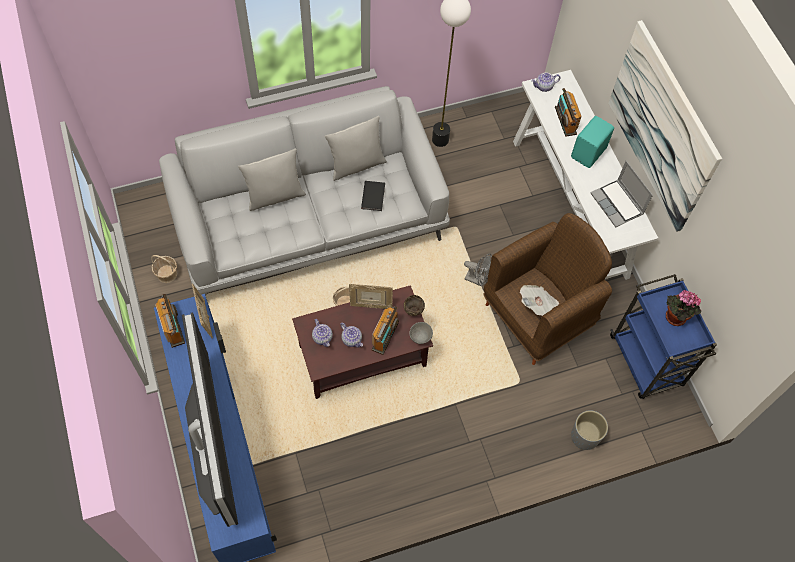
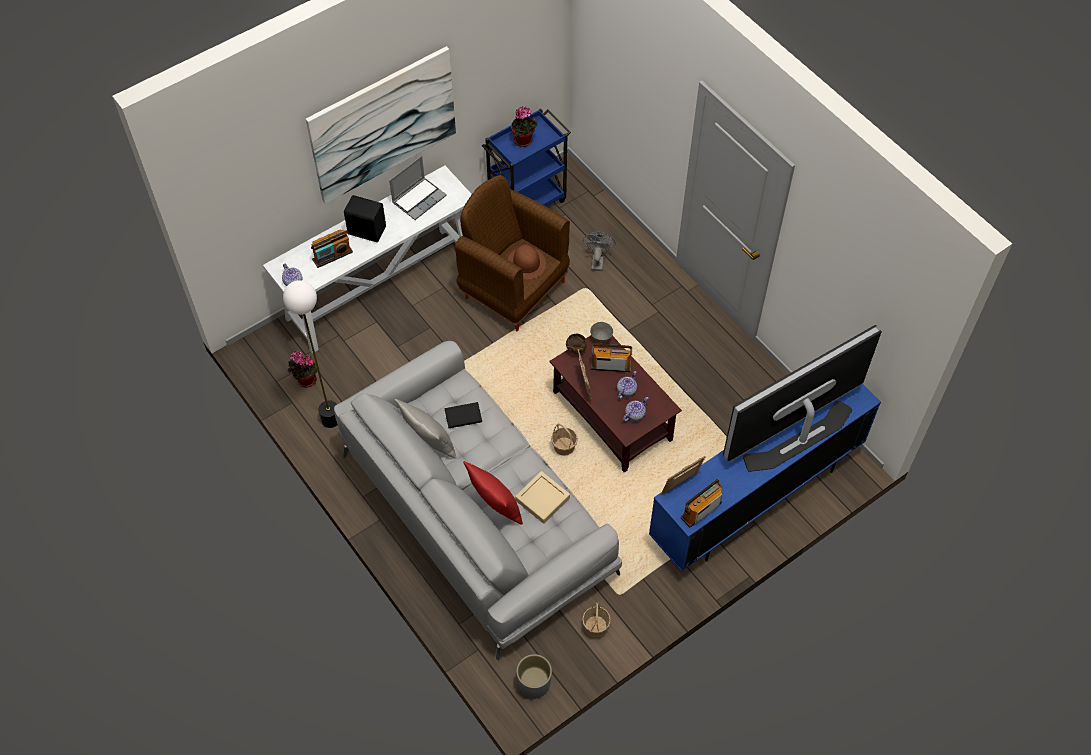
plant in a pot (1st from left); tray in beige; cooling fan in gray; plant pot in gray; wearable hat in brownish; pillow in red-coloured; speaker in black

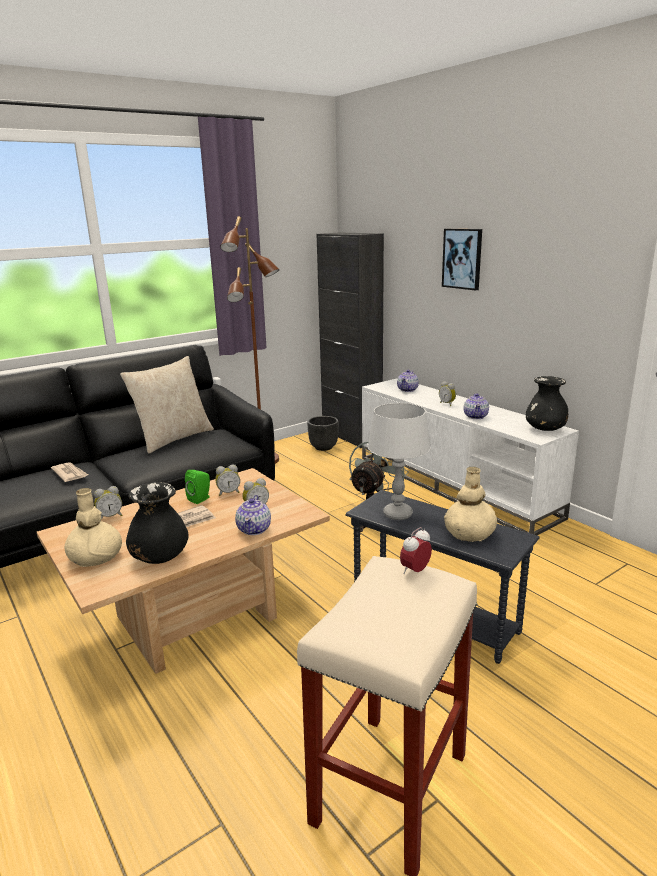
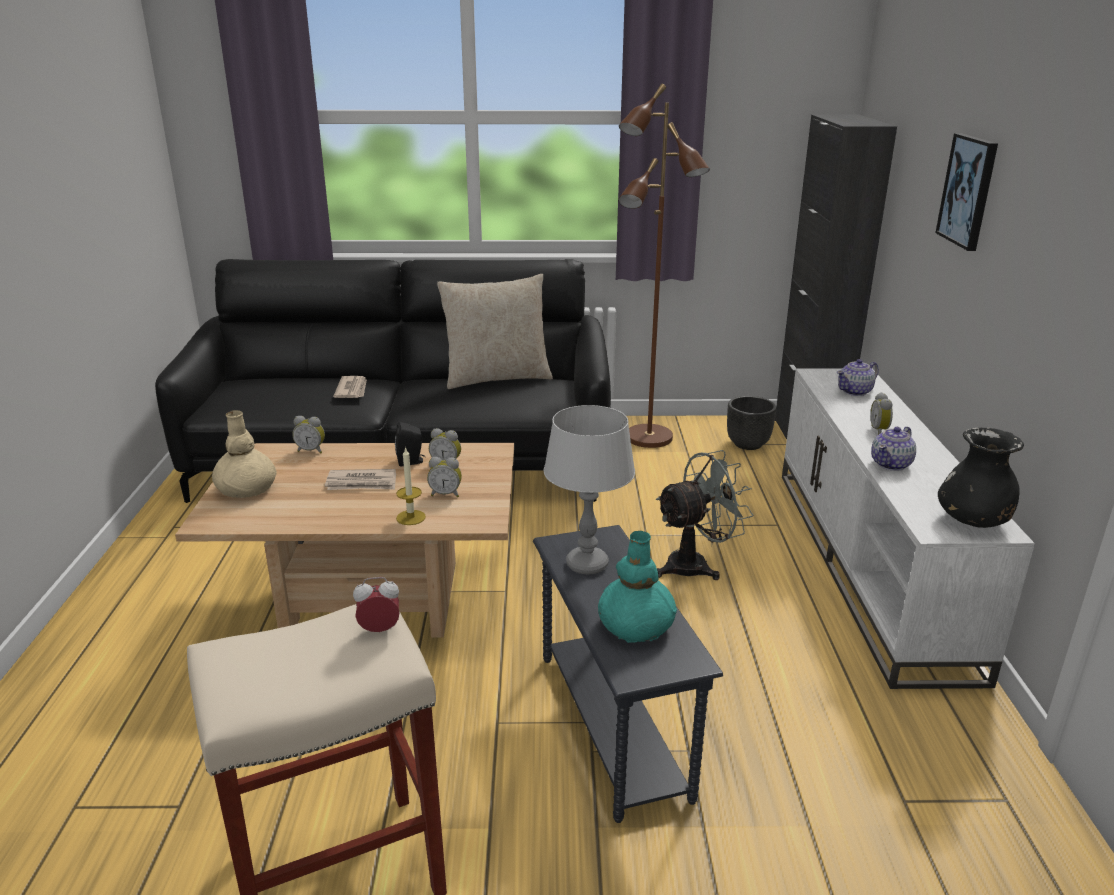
vase in black (1st from left in the first image); wax candle; speaker in black; vase in turquoise-coloured

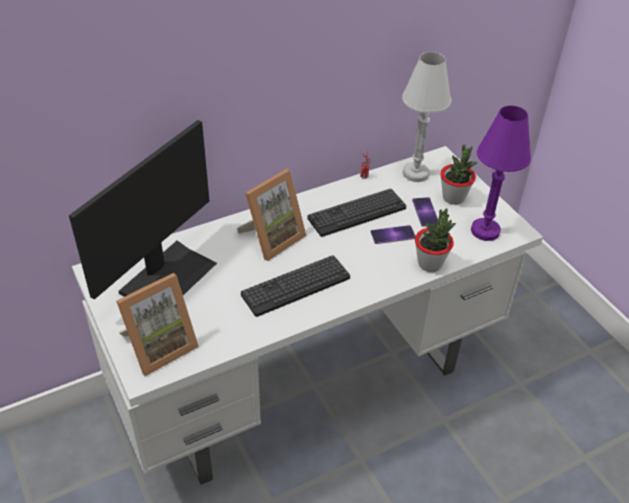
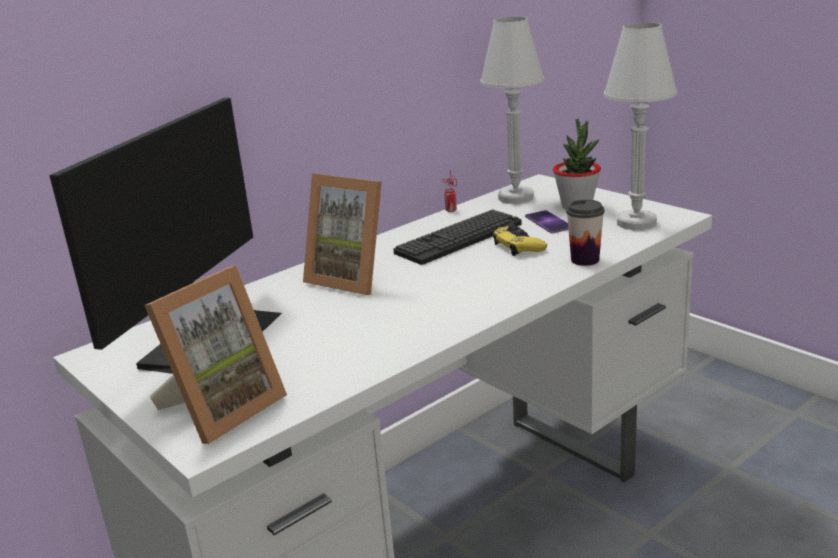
computer keyboard (1st from left in the first image); joypad in yellow-coloured; drinking cup; lamp for a table in white-coloured (2nd from left); picture frame (2nd from left)

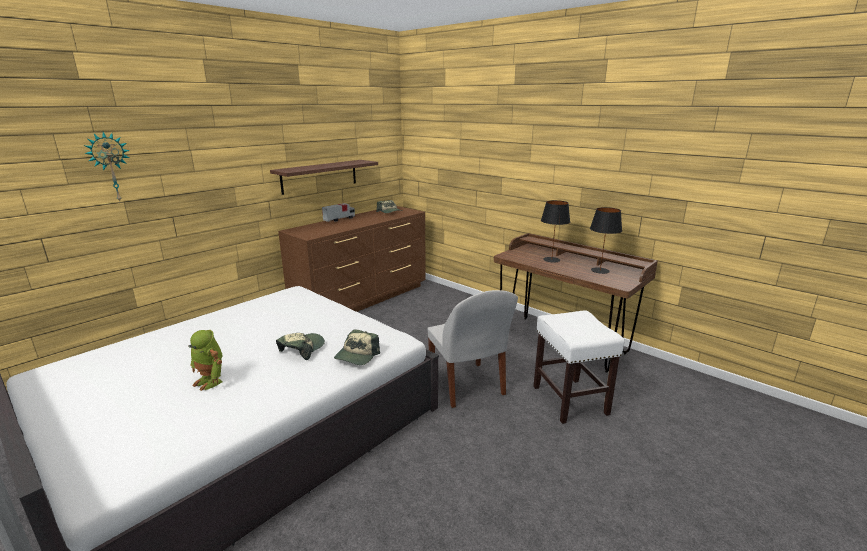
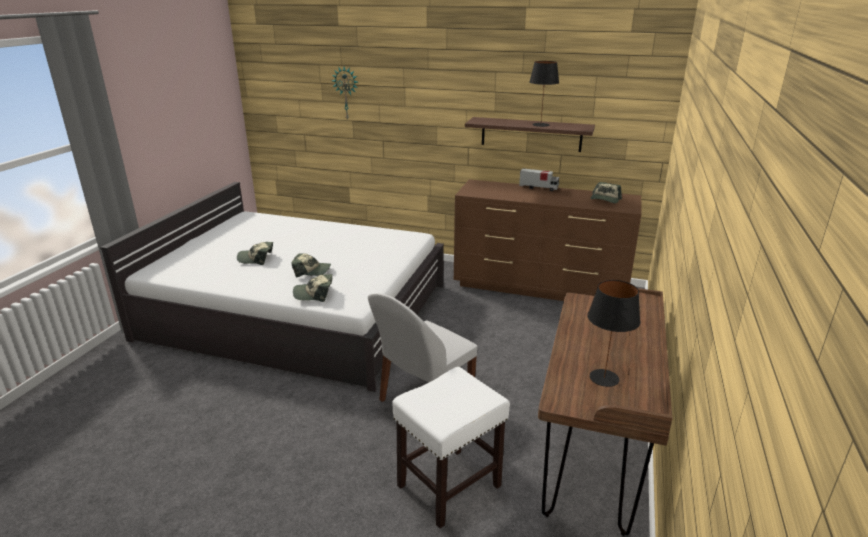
lamp for a table in black (1st from left); cap (1st from left)

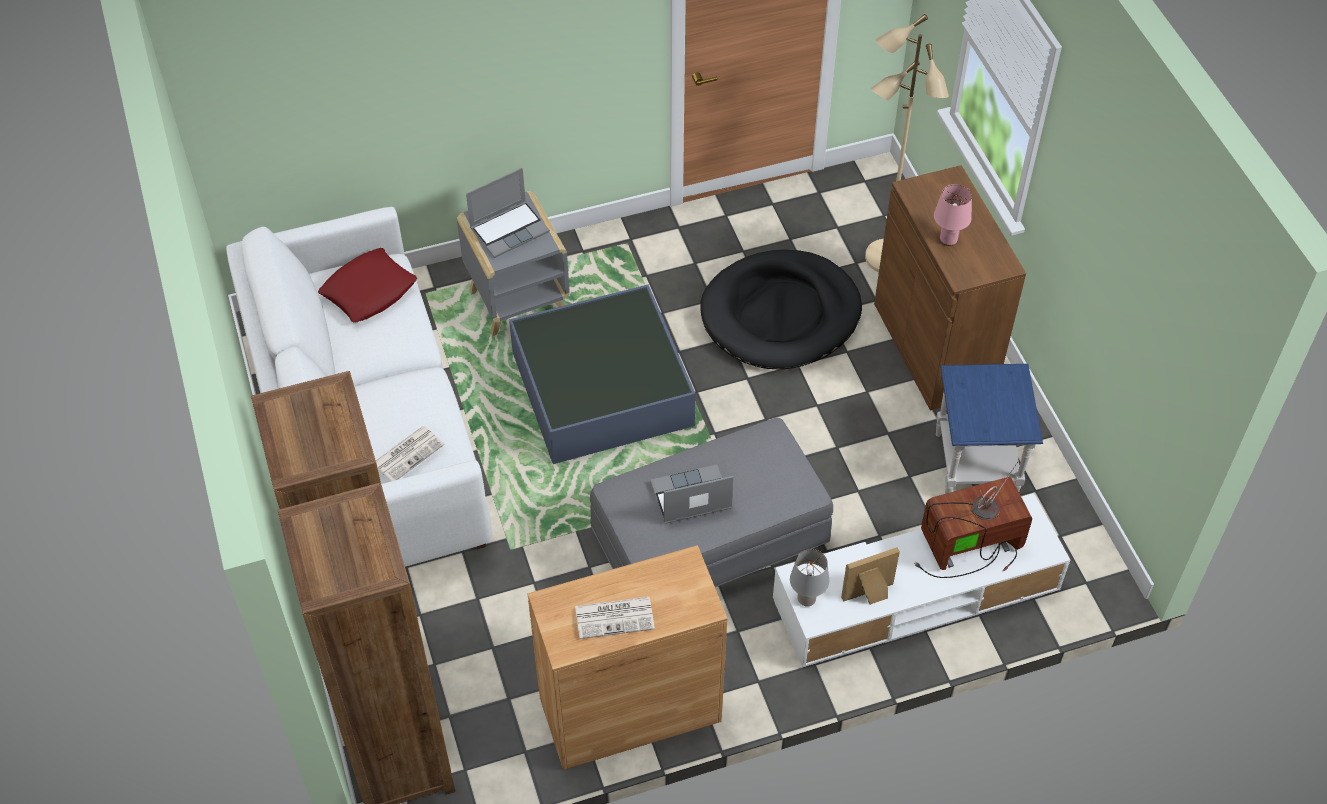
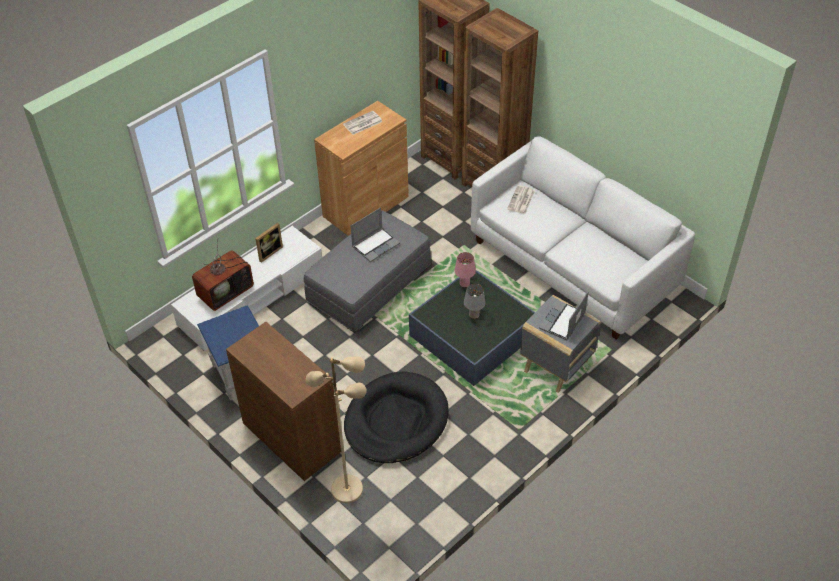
pillow in red-coloured; lamp for a table in gray; lamp for a table in pinkish

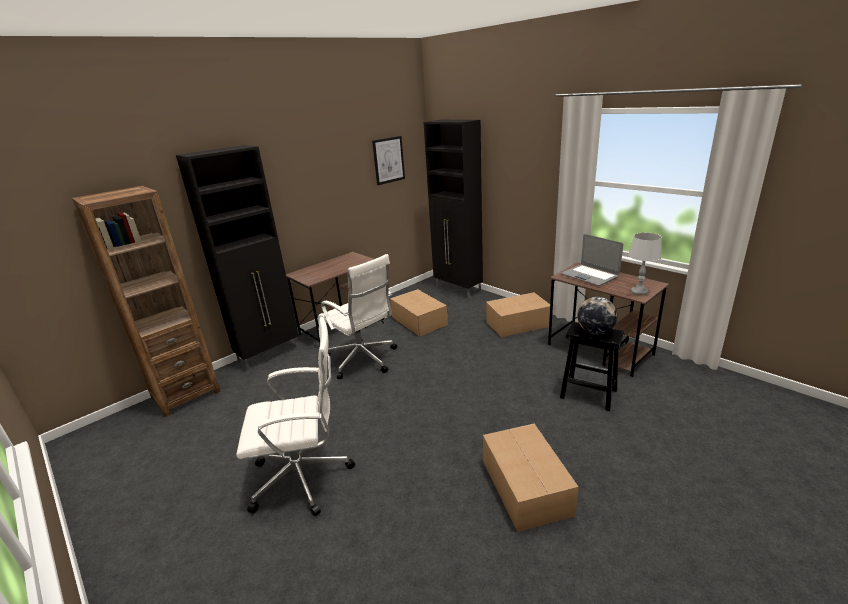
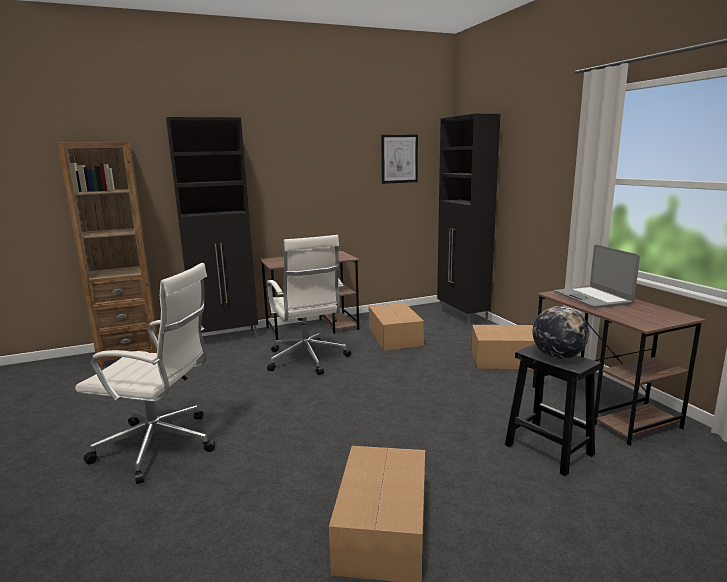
lamp for a table in gray

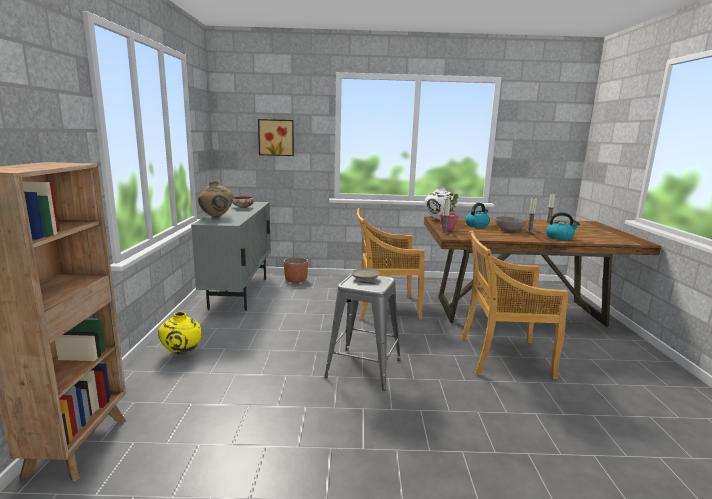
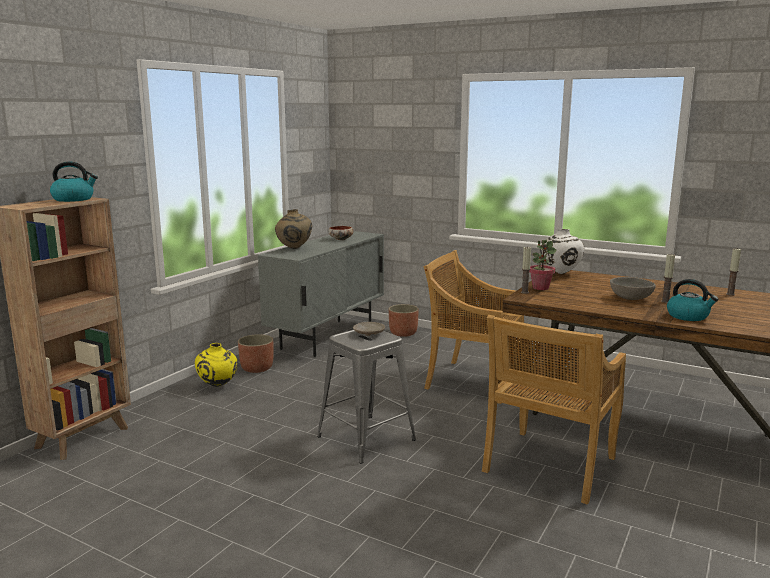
wall picture; plant pot (1st from left); water kettle (1st from left); upright chair in beige (2nd from left)

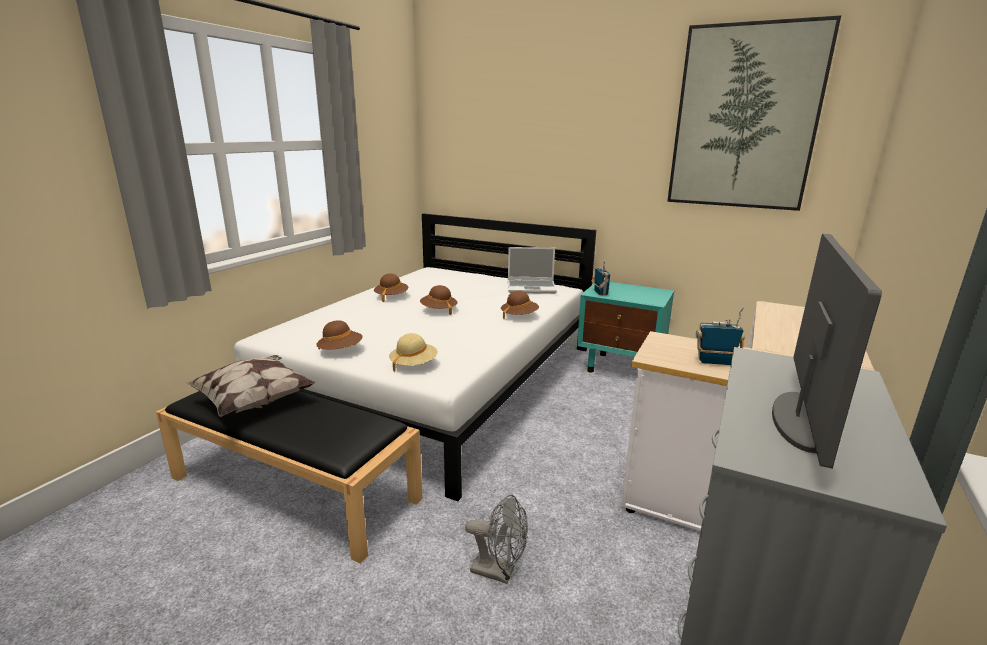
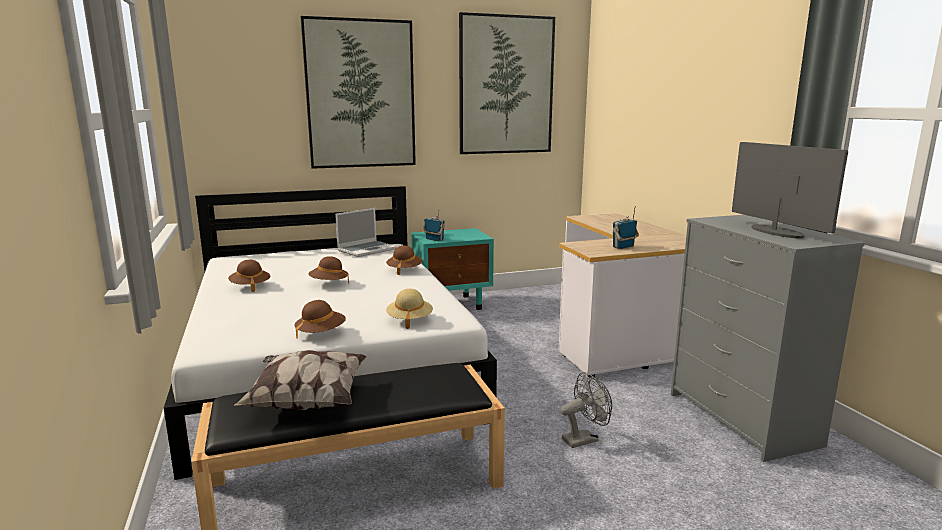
wall picture (1st from left)

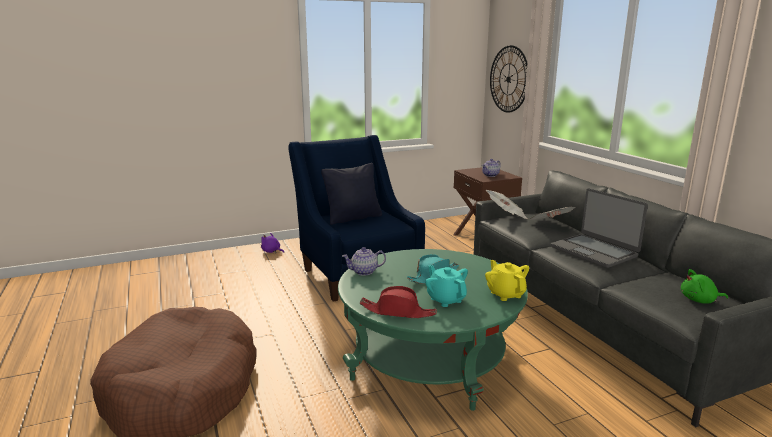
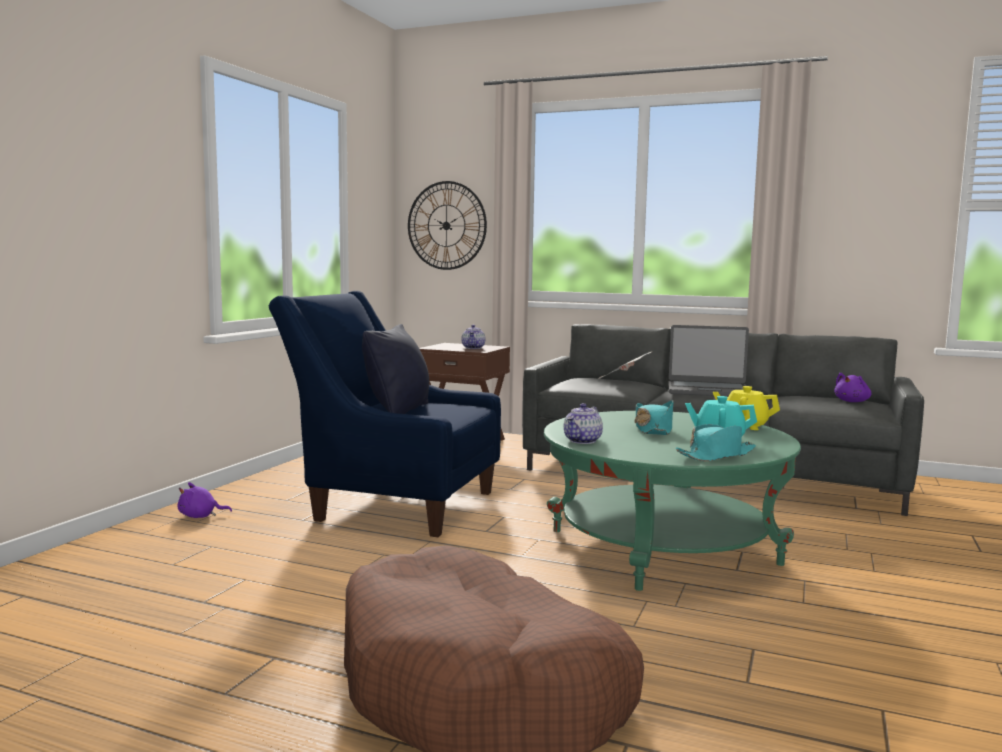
daily paper (1st from left in the first image); wearable hat in turquoise-coloured (2nd from left); cuddly toy in purple (2nd from left)

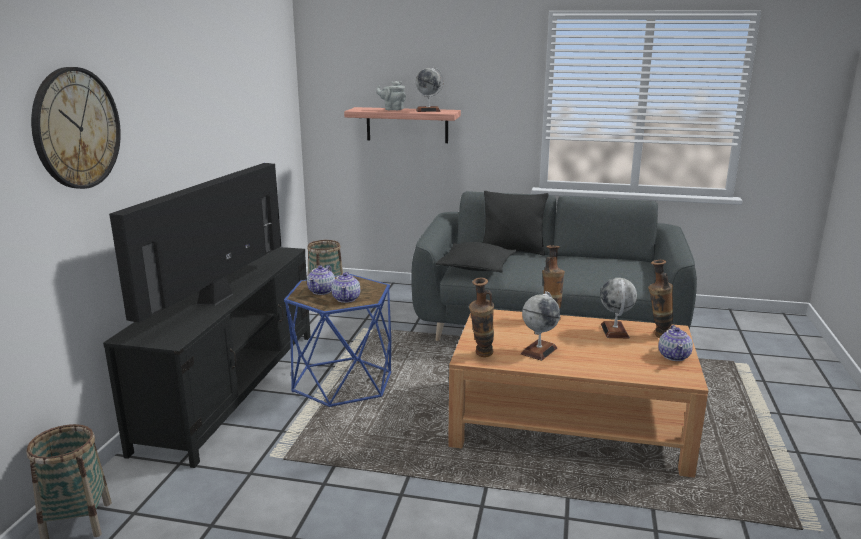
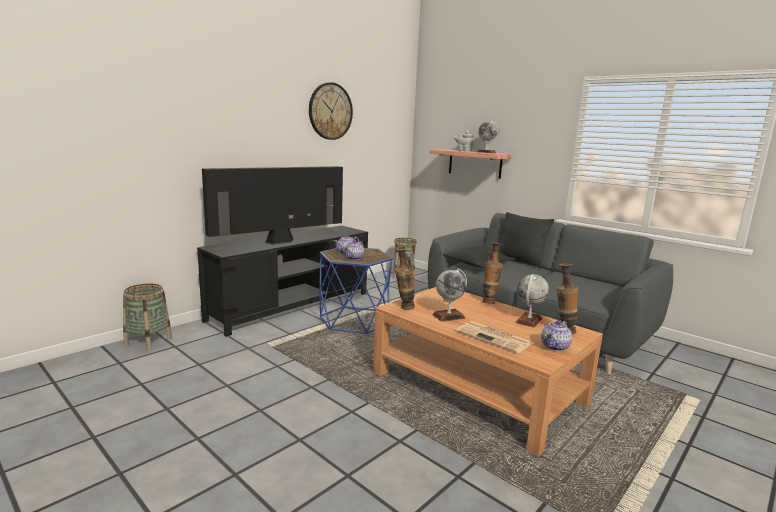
daily paper; hanging clock

